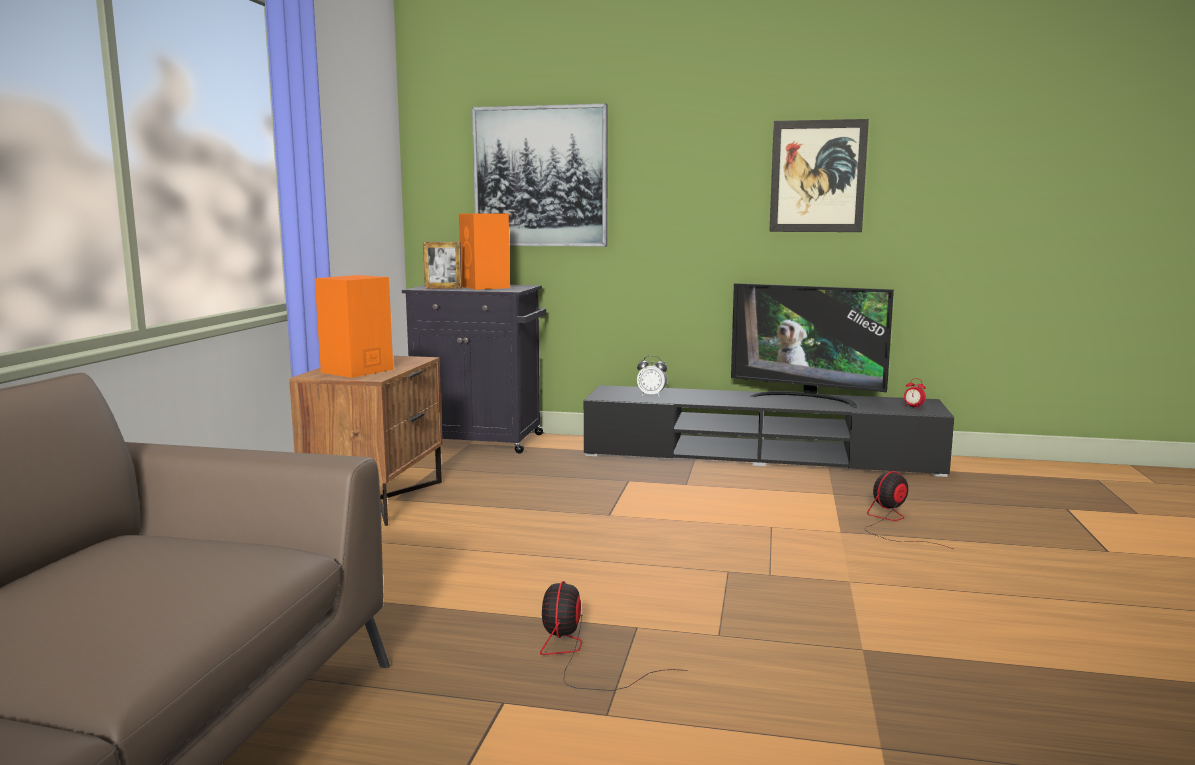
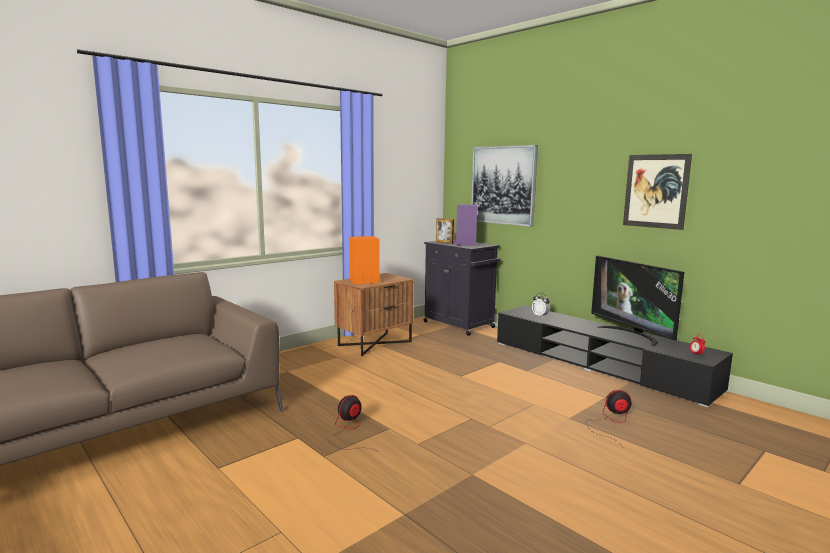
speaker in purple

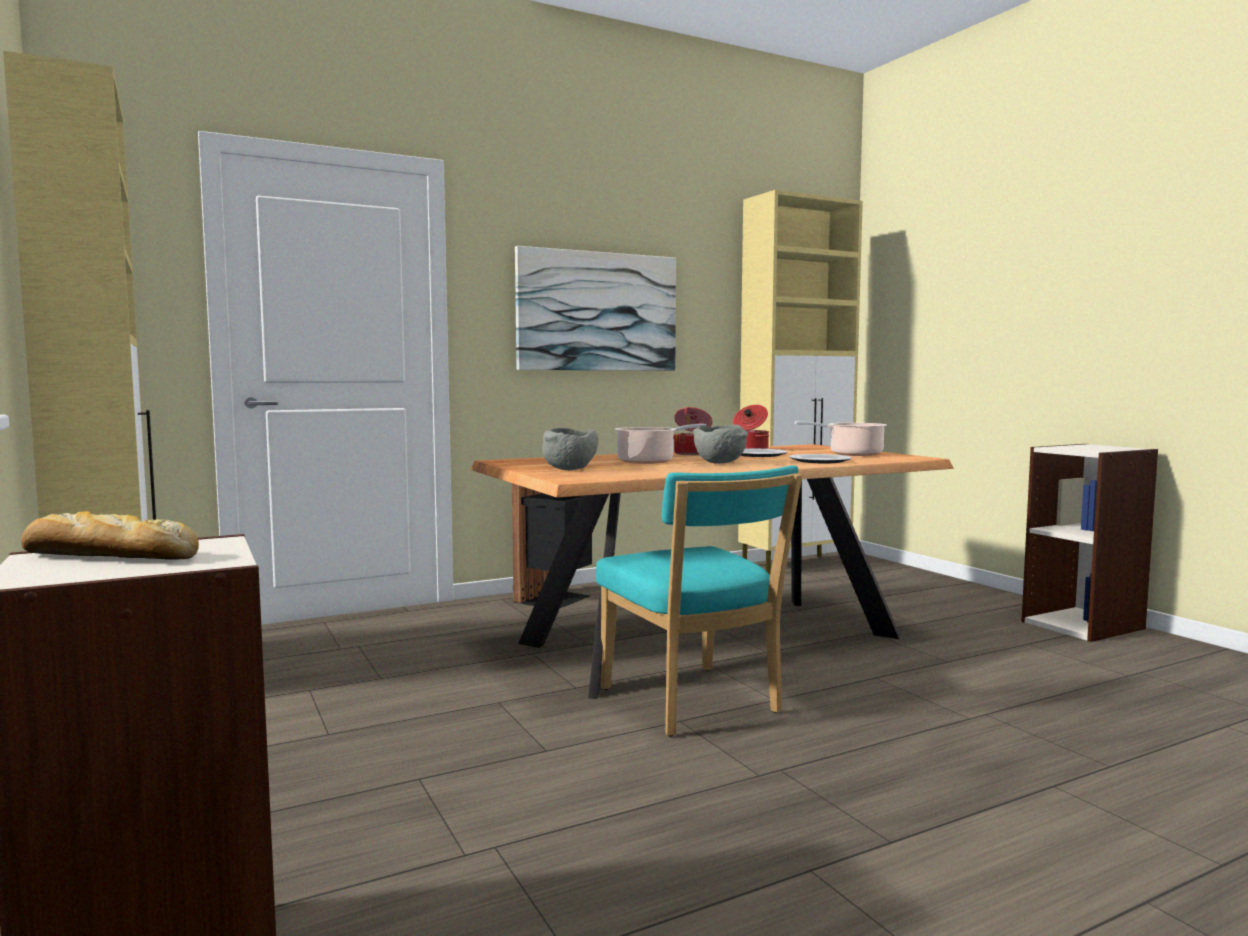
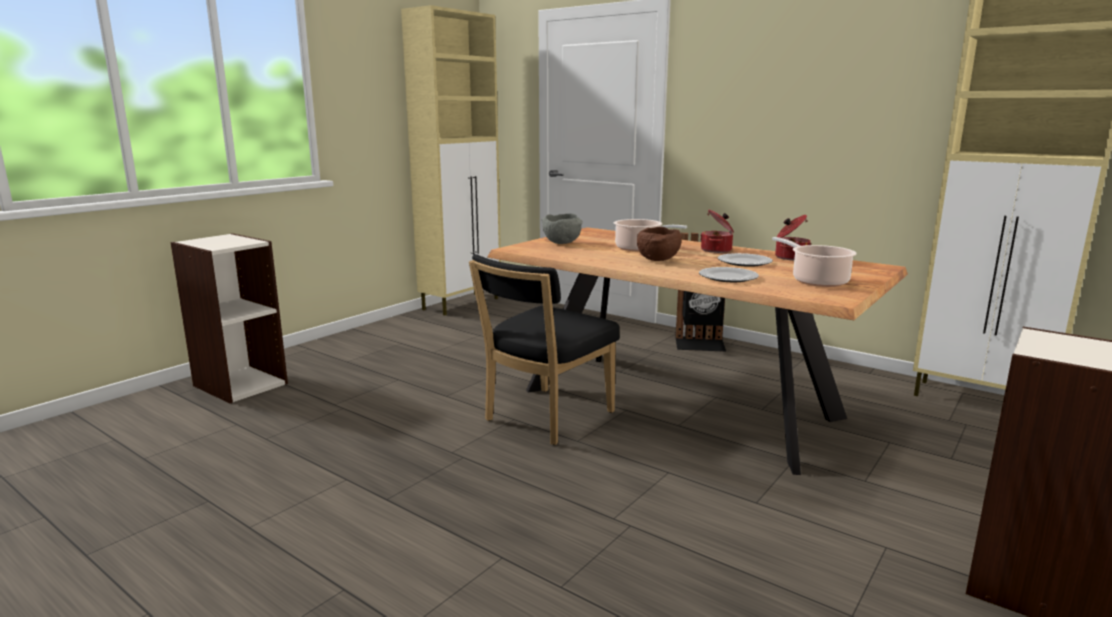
bread; wall picture; upright chair in black; deep dish in brownish

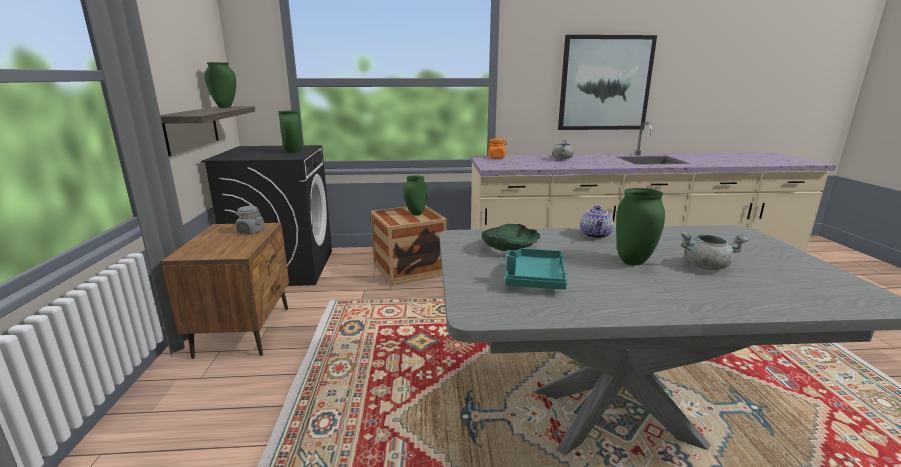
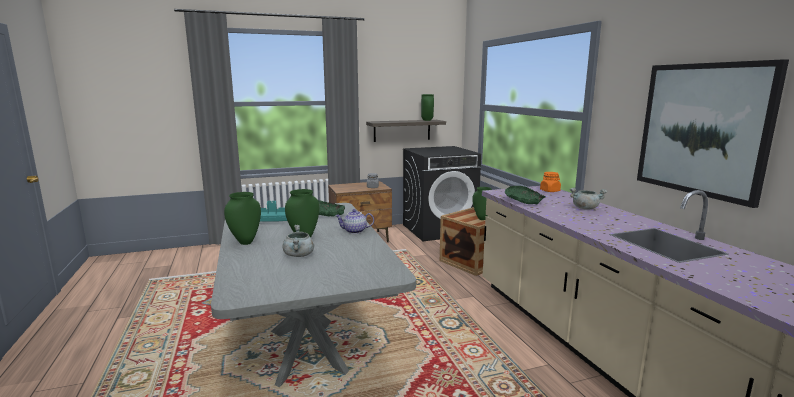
deep dish in green (2nd from left); vase in green (1st from left)

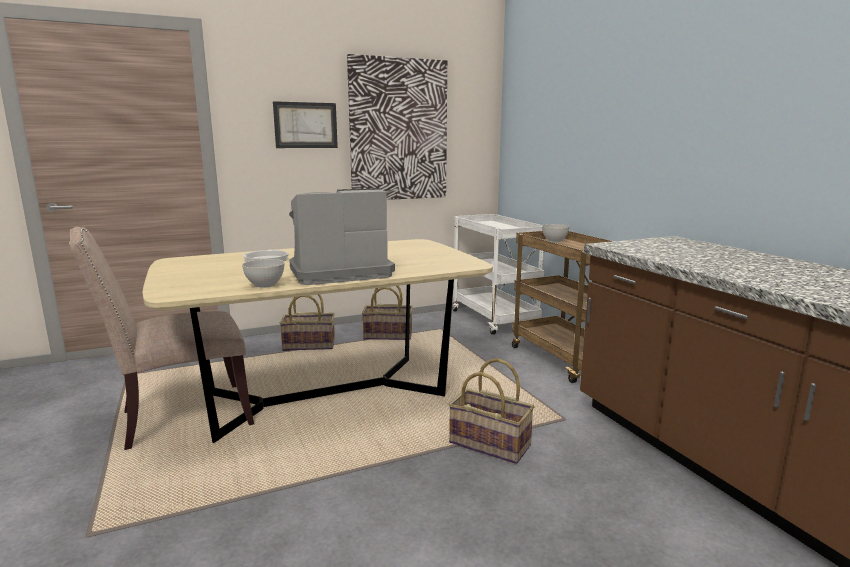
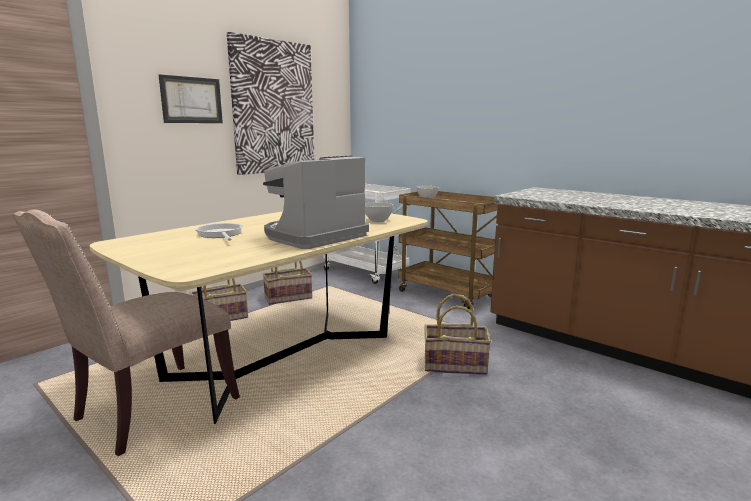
deep dish in gray (1st from left)

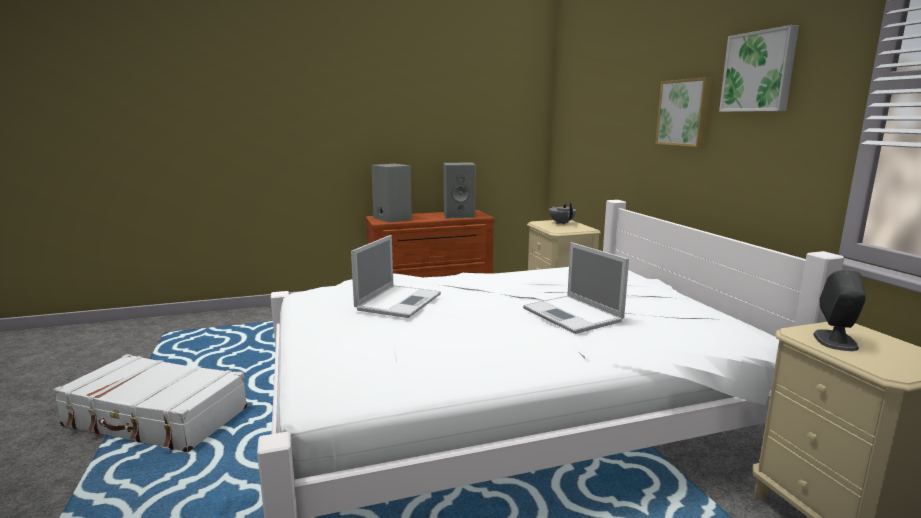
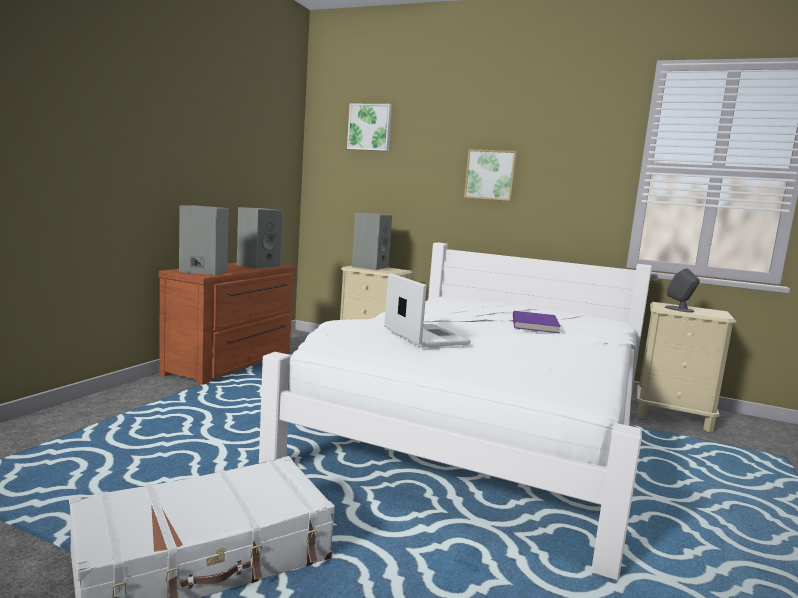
wall picture (1st from left); bound book in purple; speaker in gray (3rd from left)

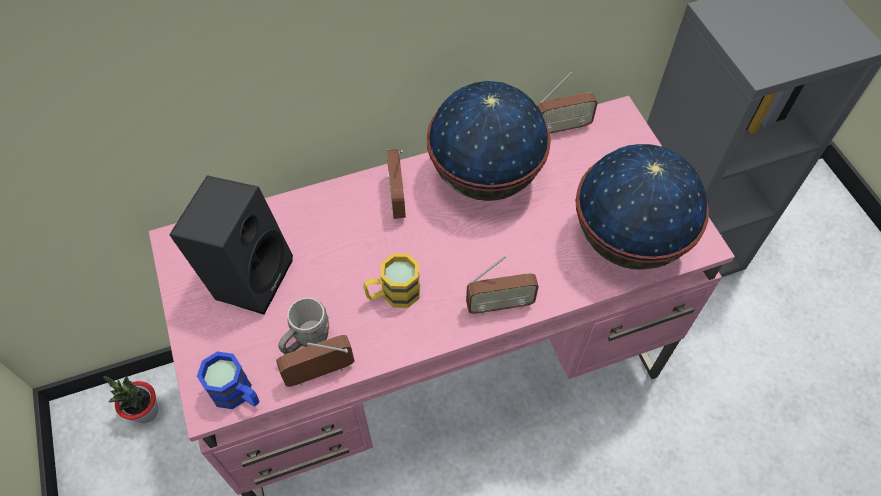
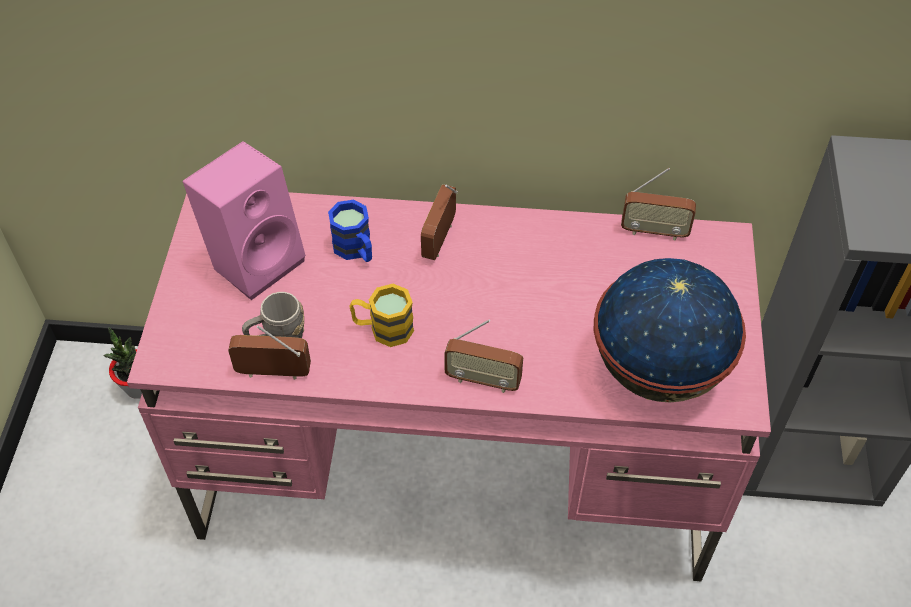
world globe (1st from left in the first image); coffee mug in bluish; speaker in pinkish

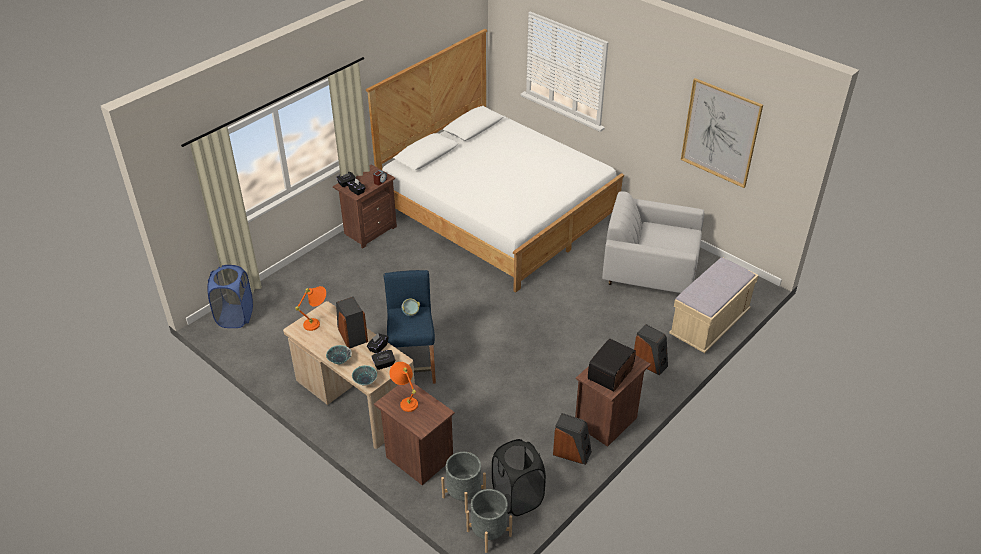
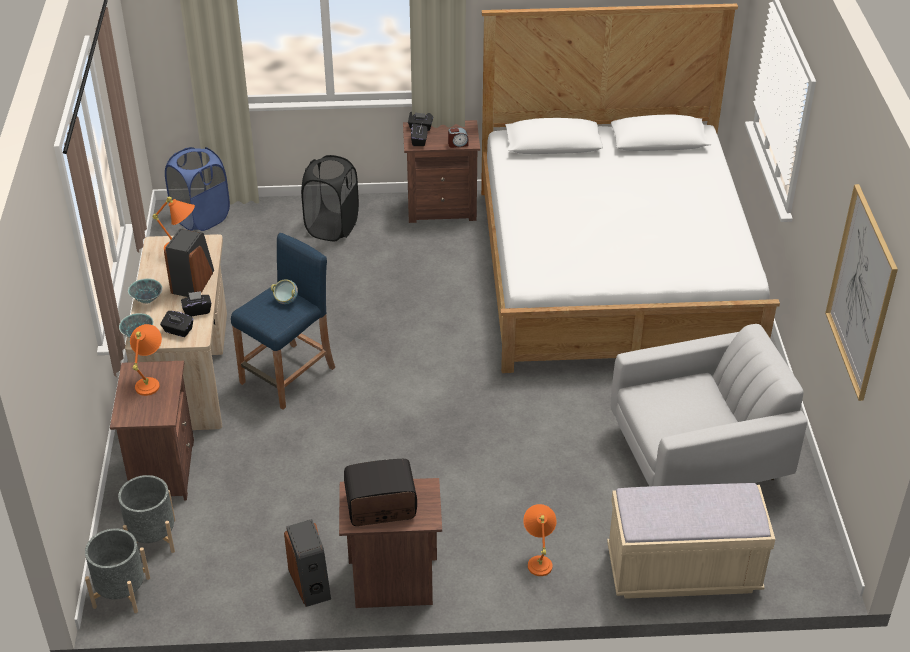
laundry basket in black; lamp for a table in orange-coloured (3rd from left); easy chair in white-coloured

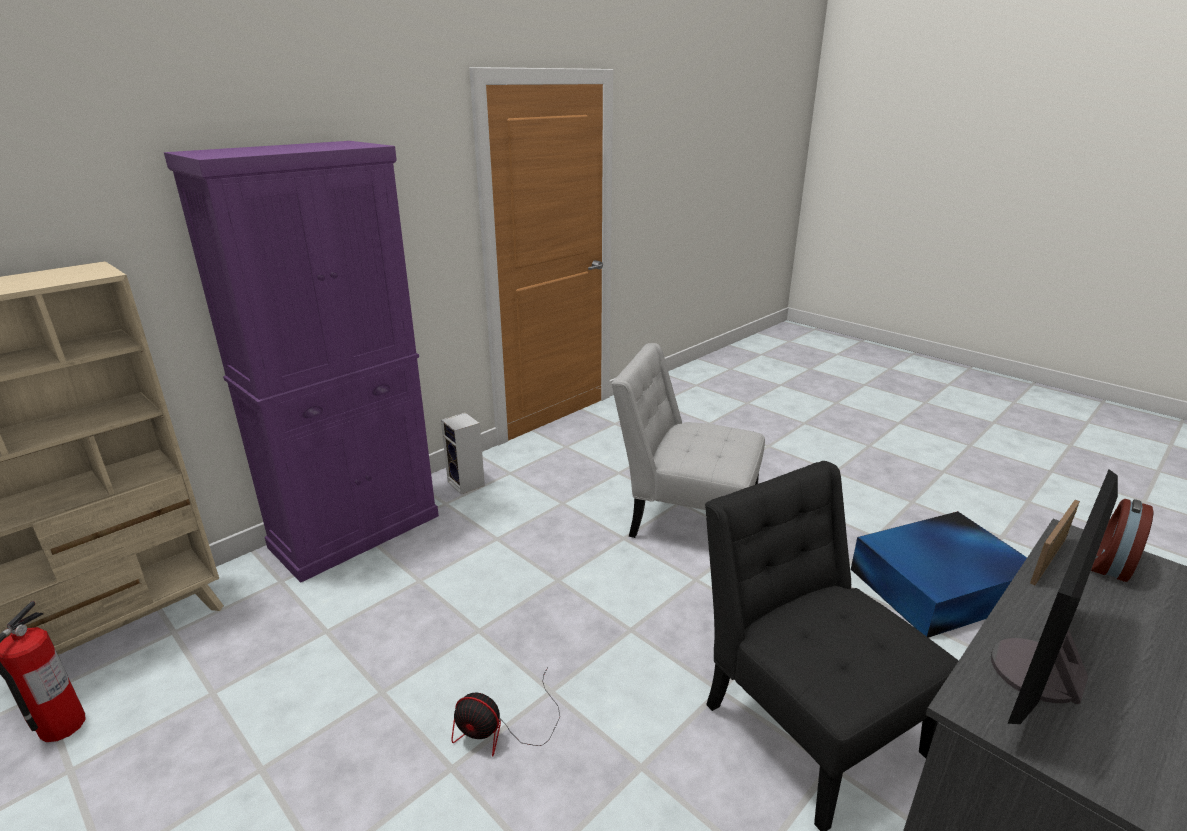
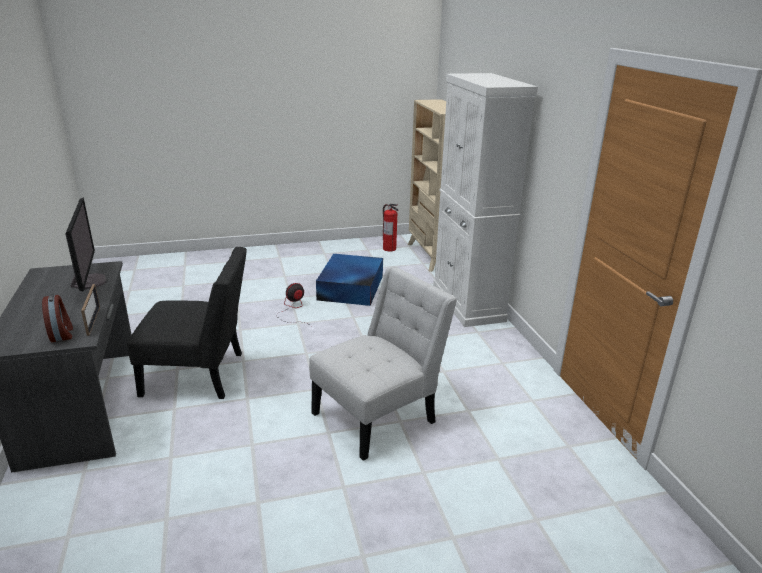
speaker; storage bin in bluish; storage cabinet in white-coloured

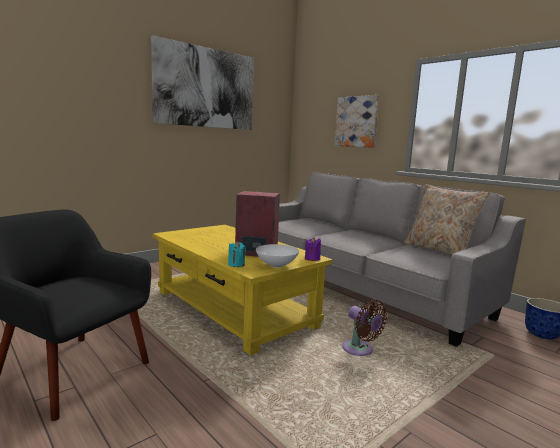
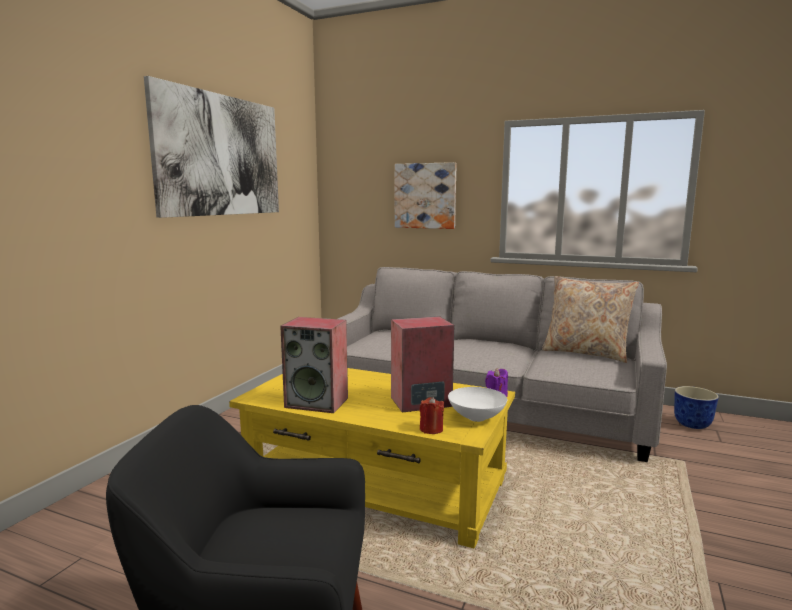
cooling fan in brownish; speaker (1st from left); wax candle in red-coloured

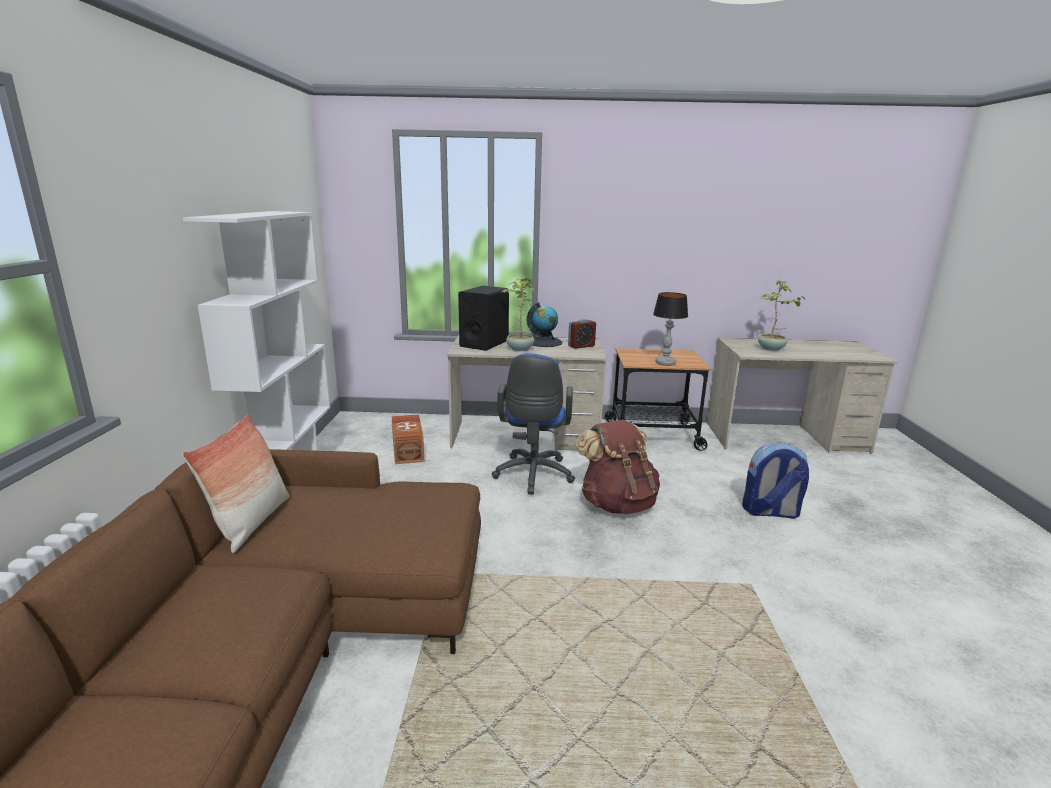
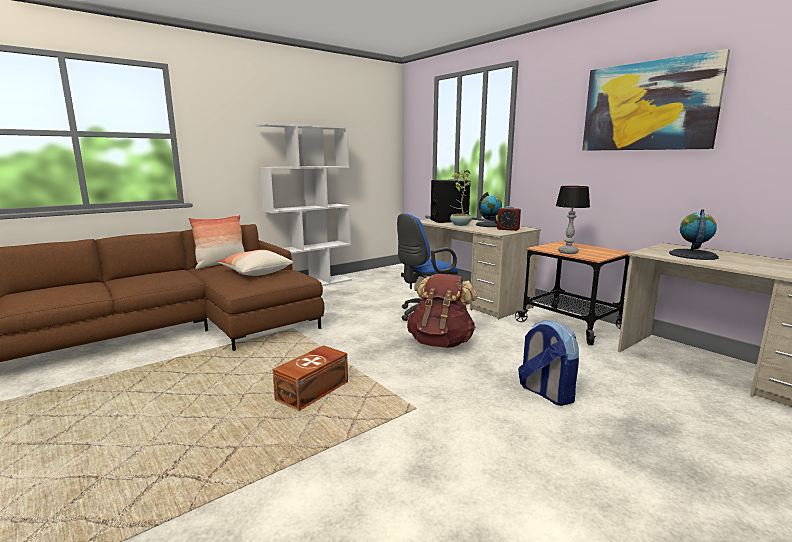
pillow (2nd from left); wall picture; storage bin in brownish; world globe (2nd from left)

